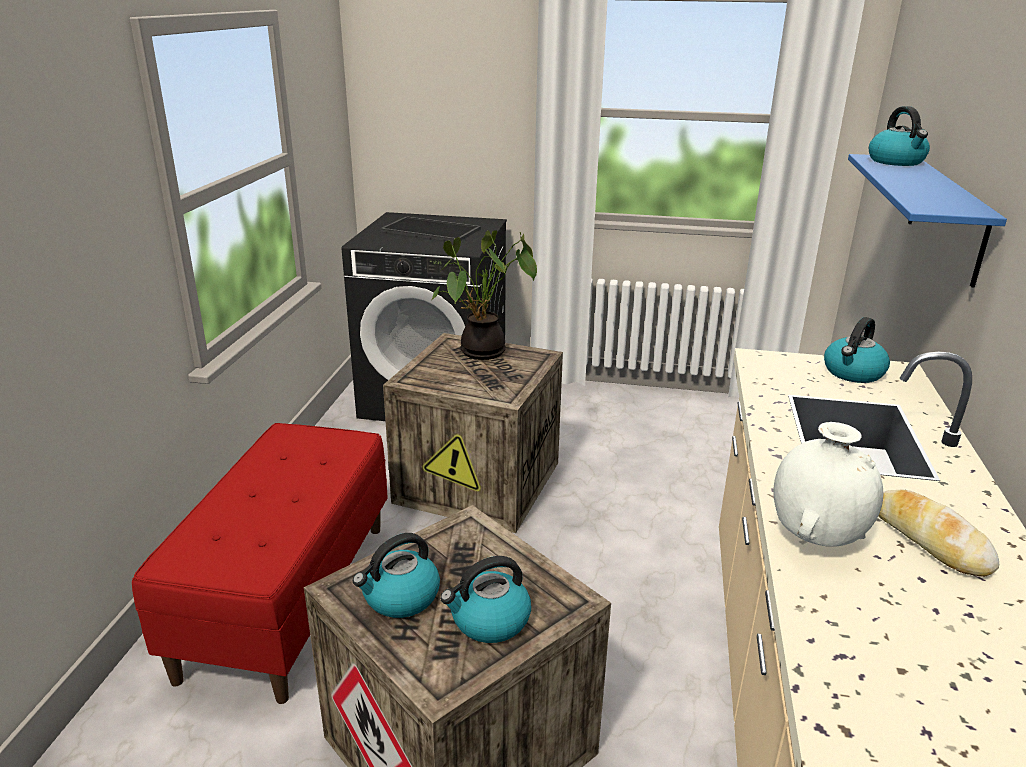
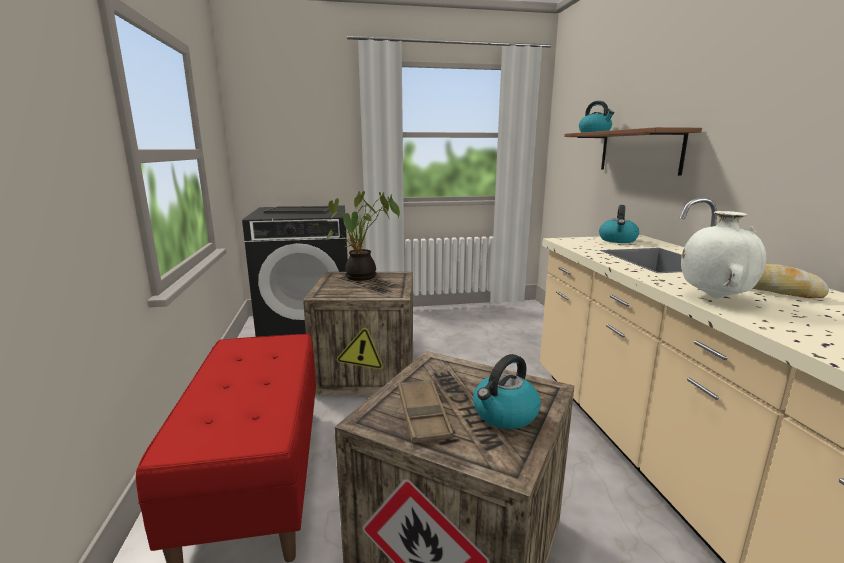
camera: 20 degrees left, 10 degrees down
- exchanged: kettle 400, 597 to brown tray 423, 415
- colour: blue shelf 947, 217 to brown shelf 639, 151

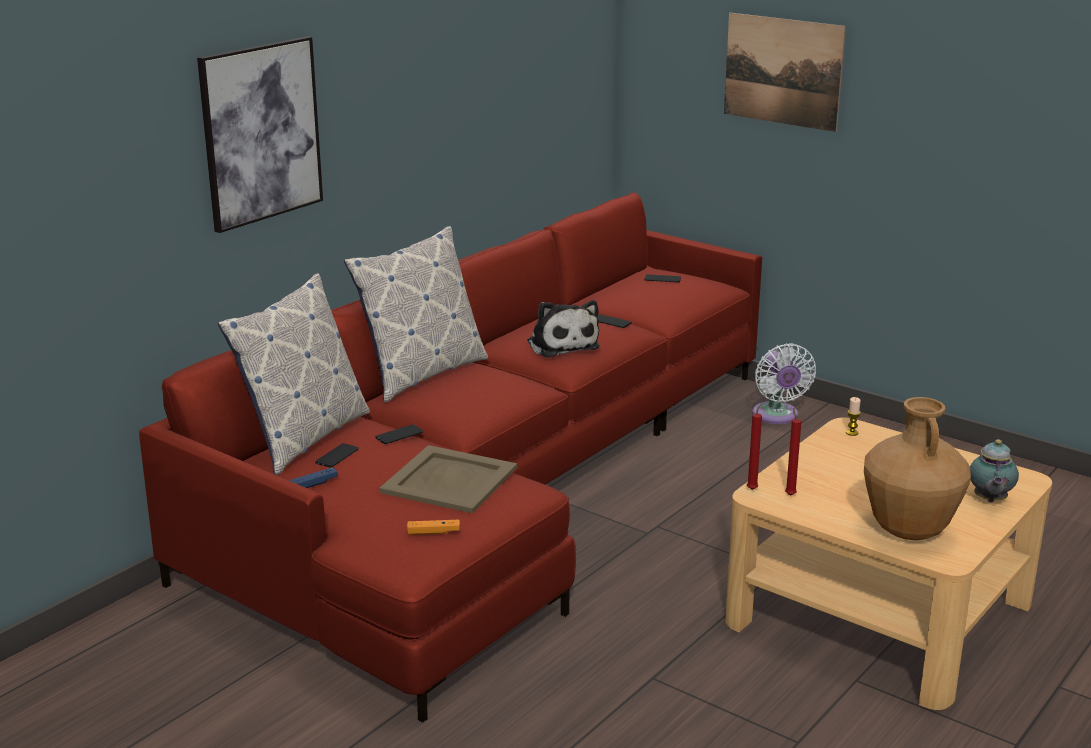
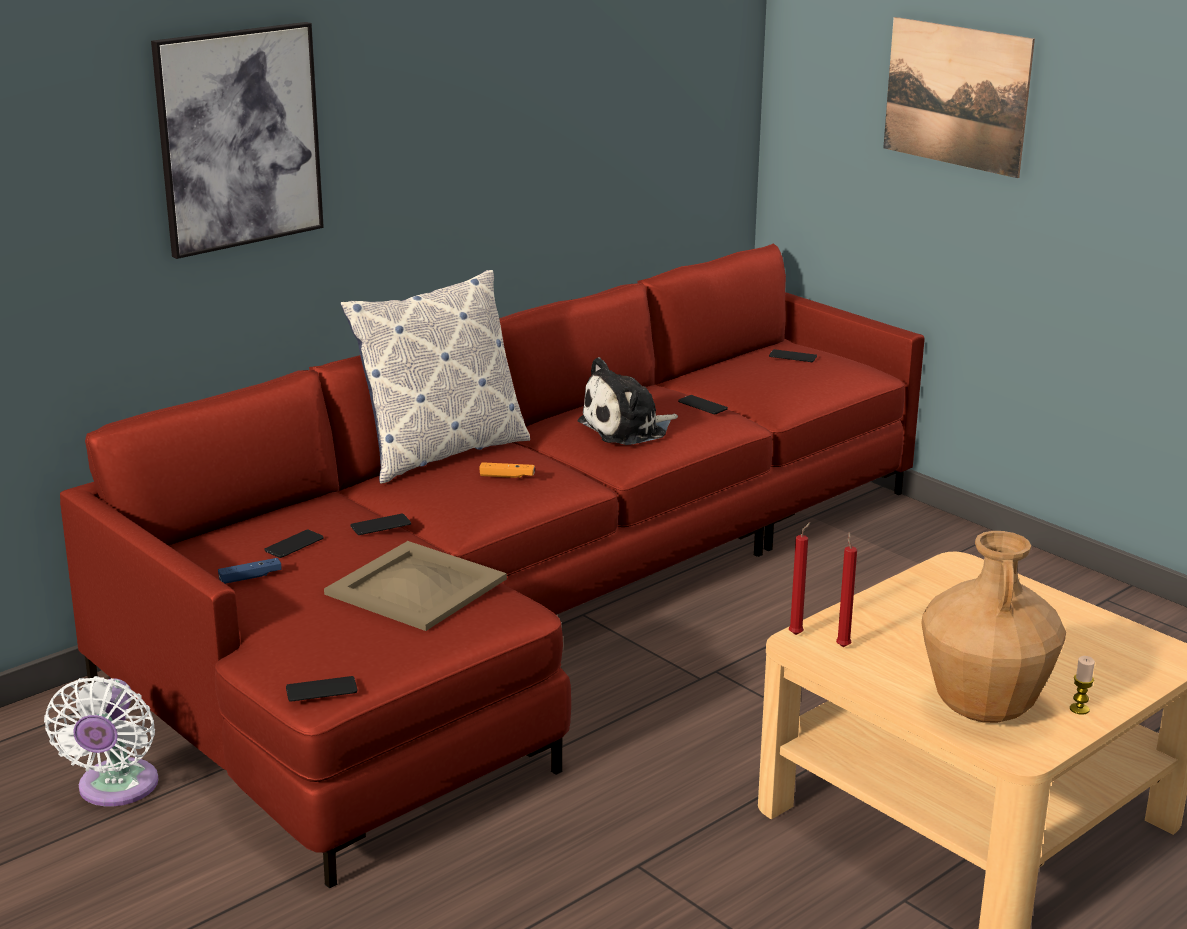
camera: 10 degrees right, 0 degrees up
- missing: pillow 303, 438
- missing: teapot 989, 500
- appeared: phone 321, 690
- relocated: orange game controller 433, 532 to 507, 476
- relocated: white fan 776, 416 to 116, 789
- relocated: candle 852, 433 to 1079, 709
- spun: plush toy 562, 344 = 628, 429 75 degrees clockwise

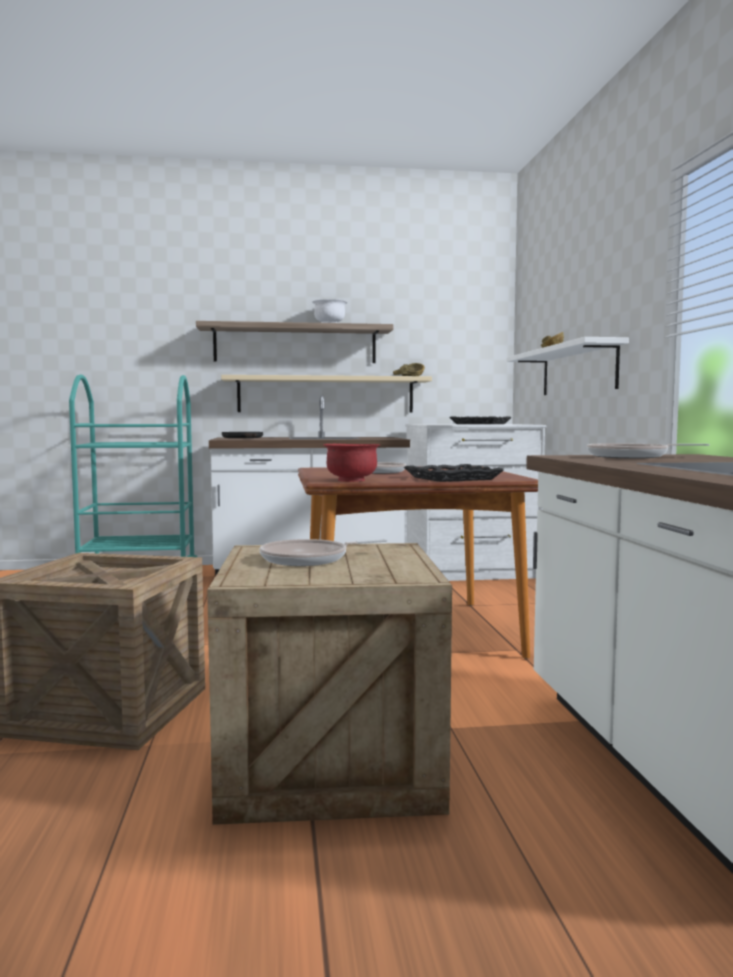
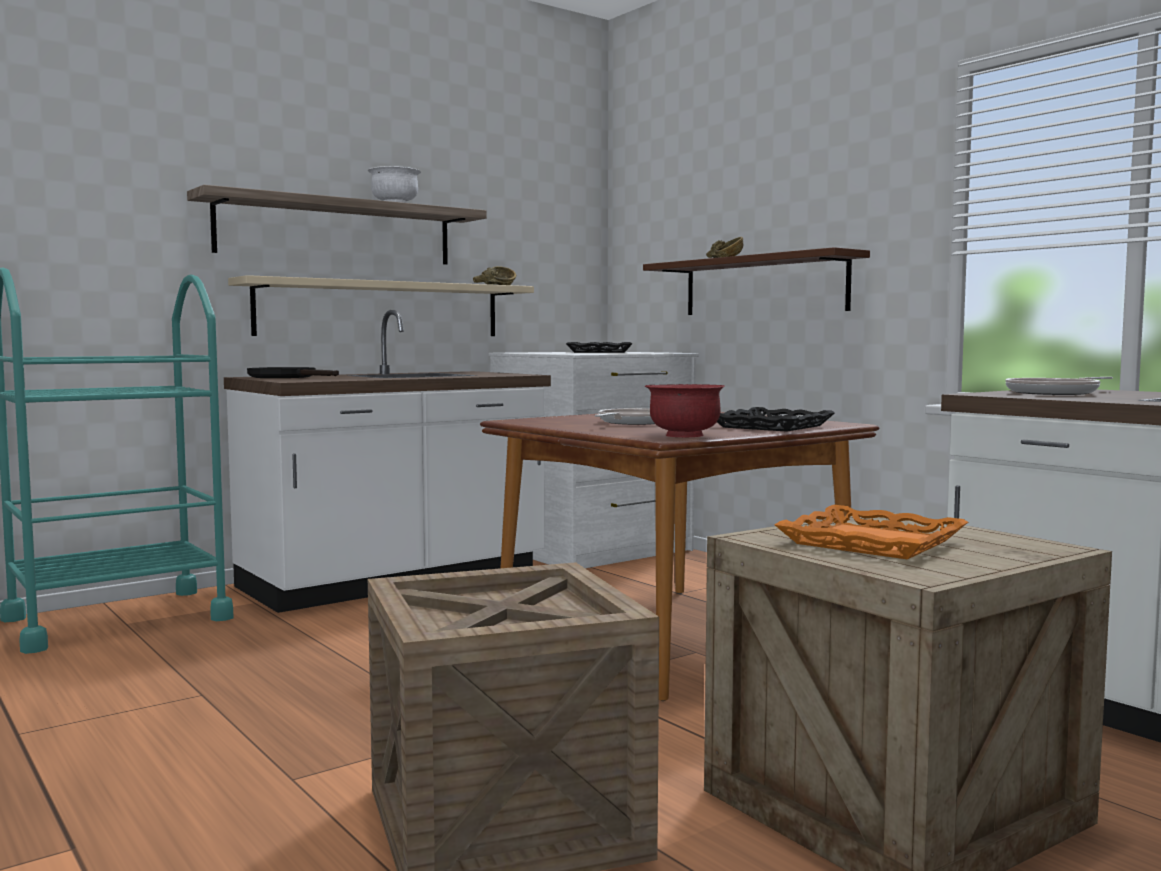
camera: 30 degrees left, 0 degrees up
- exchanged: frying pan 309, 559 to orange tray 872, 542
- colour: white shelf 578, 370 to brown shelf 763, 286

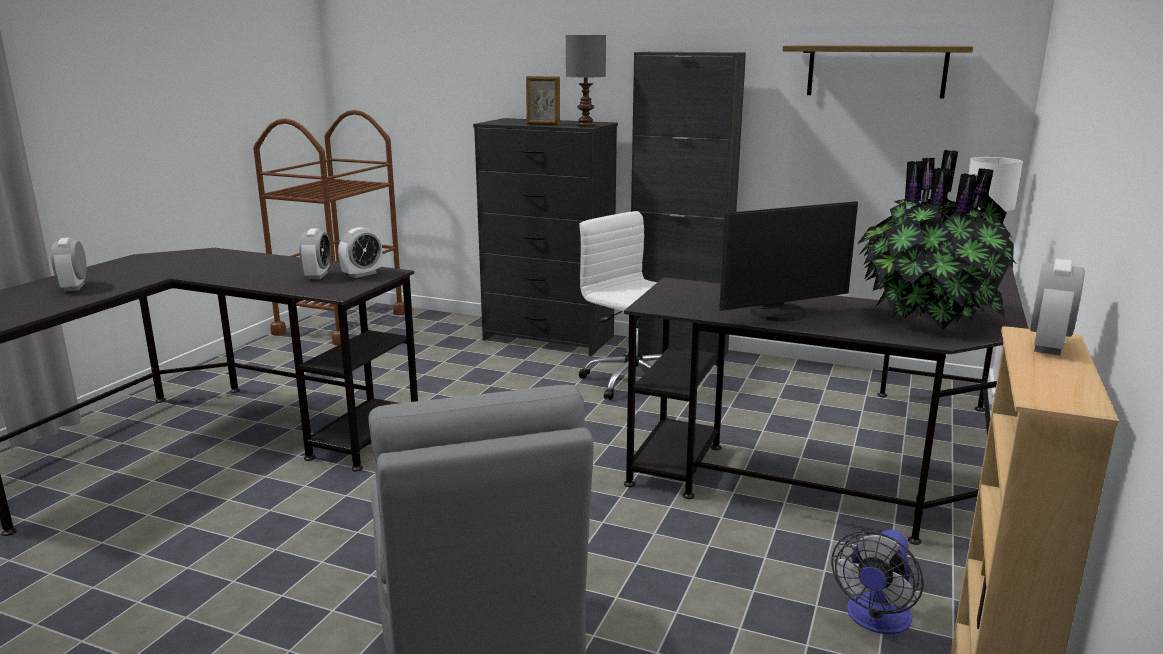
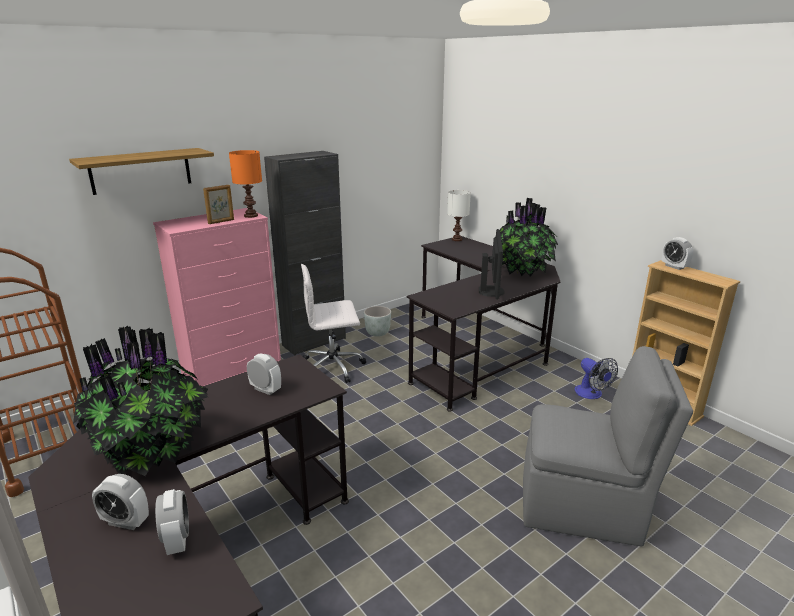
camera: 60 degrees left, 5 degrees up
- appeared: potted plant 154, 451
- appeared: grey planter 378, 333
- relocated: alarm clock 362, 274 to 177, 540
- relocated: shelf 876, 71 to 141, 171
- colour: black dresser 550, 338 to pink dresser 233, 371
- colour: grey table lamp 586, 126 to orange table lamp 251, 215

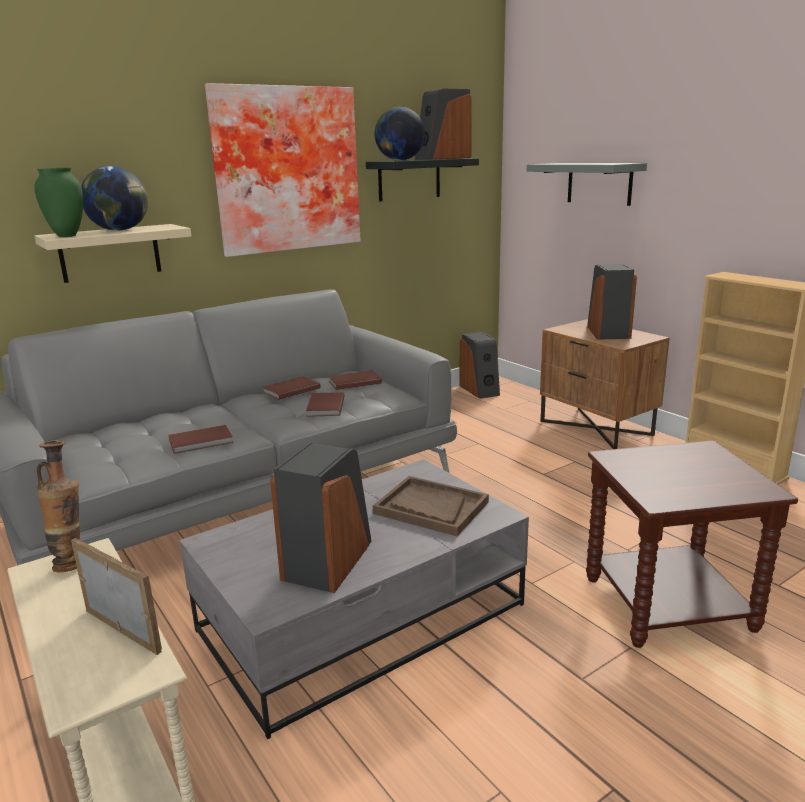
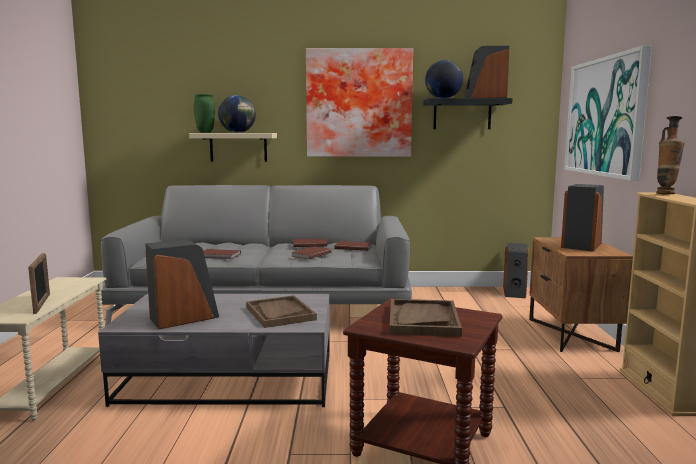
camera: 35 degrees right, 10 degrees down
- appeared: brown tray 423, 320
- relocated: vase 72, 563 to 666, 194
- exchanged: grey shelf 599, 183 to picture 605, 117

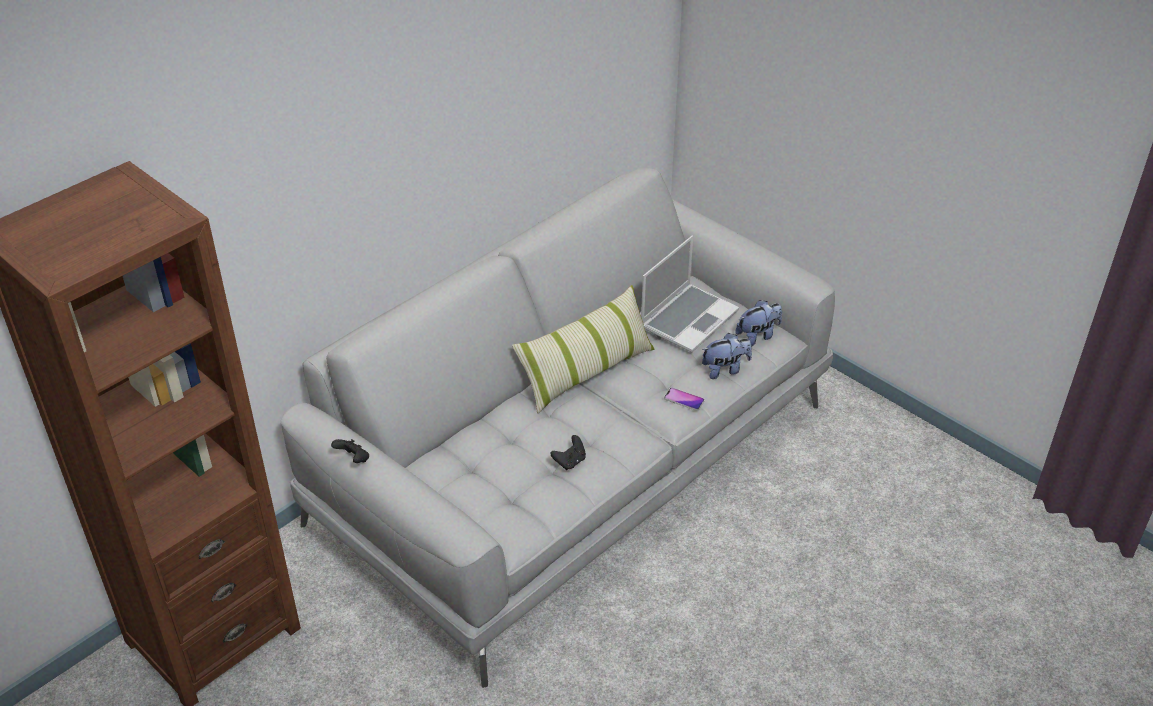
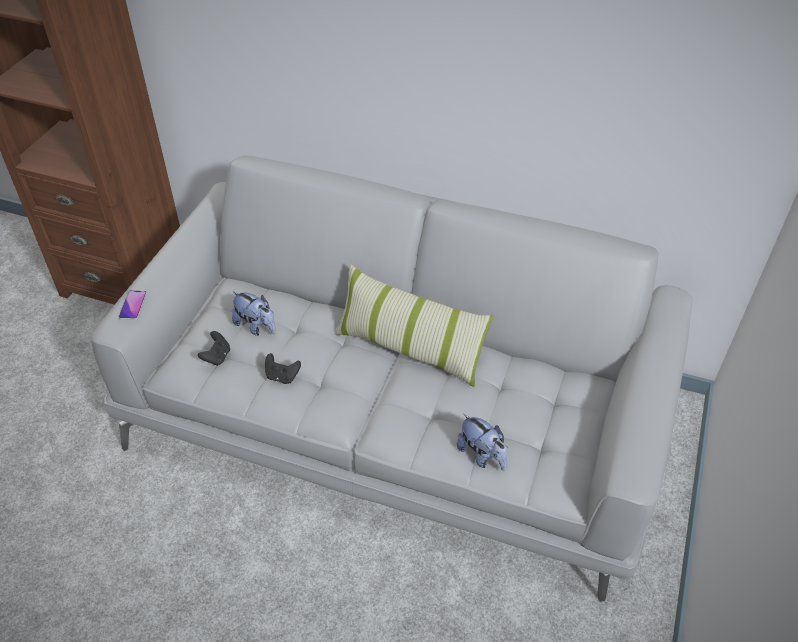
camera: 65 degrees right, 5 degrees up
- missing: laptop 688, 318
- relocated: black game controller 353, 459 to 217, 357
- relocated: phone 684, 399 to 133, 305
- relocated: plush toy 758, 336 to 256, 326

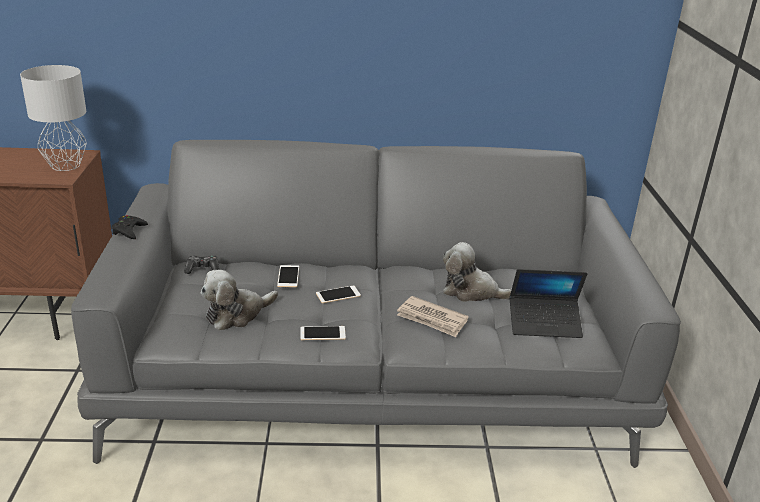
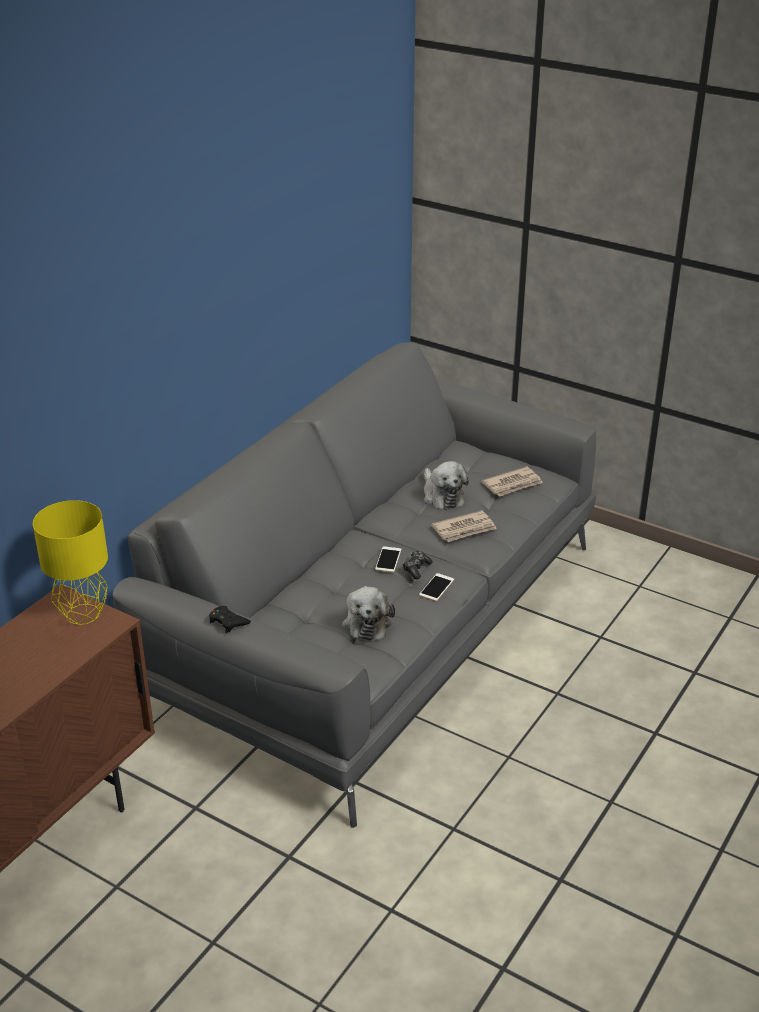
camera: 55 degrees left, 5 degrees up
- missing: phone 288, 276
- relocated: game controller 202, 269 to 416, 568
- exchanged: laptop 544, 324 to newspaper 513, 484
- colour: grey table lamp 65, 166 to yellow table lamp 83, 615
- spun: plush toy 471, 291 = 442, 496 75 degrees counterclockwise

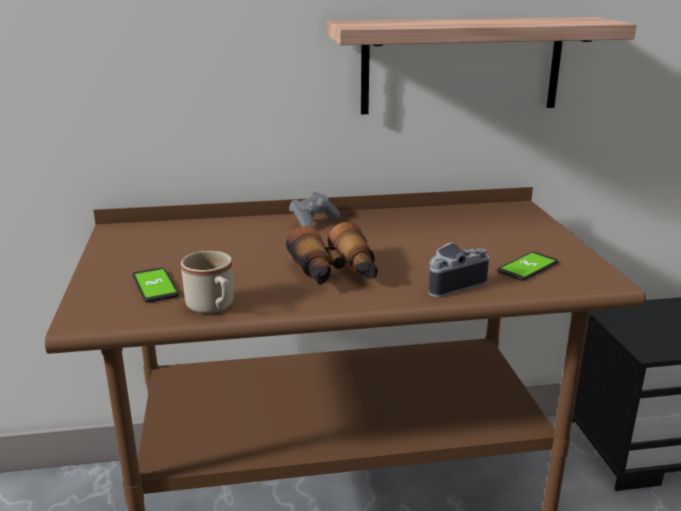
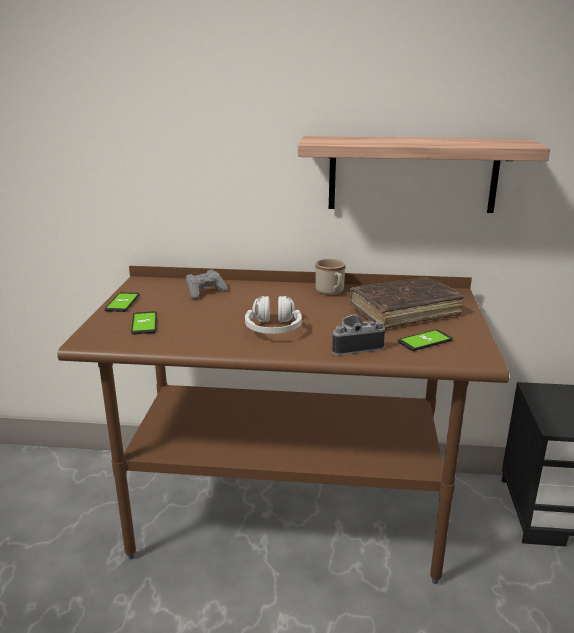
camera: 15 degrees right, 0 degrees up
- appeared: phone 122, 303
- appeared: brown book 404, 311
- relocated: beige mug 213, 307 to 331, 292
- relocated: grey game controller 313, 221 to 205, 292
- exchanged: binoculars 335, 273 to white headphones 273, 329

